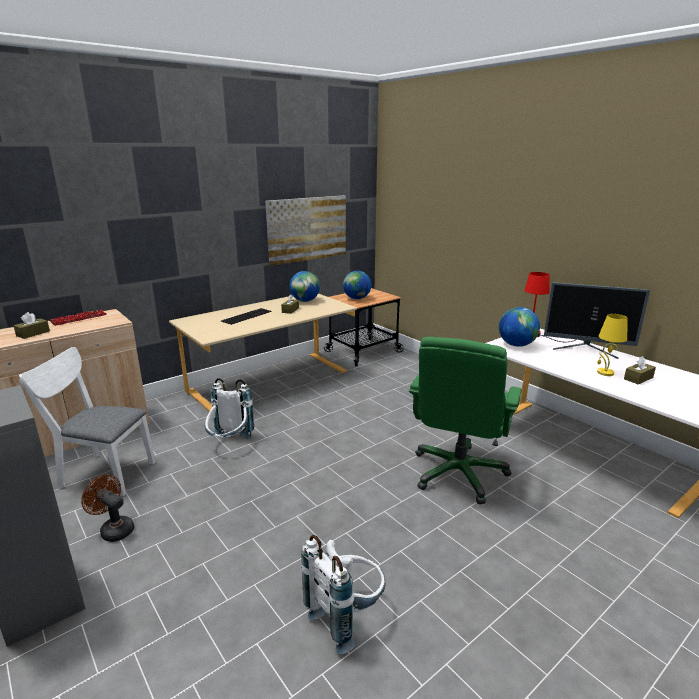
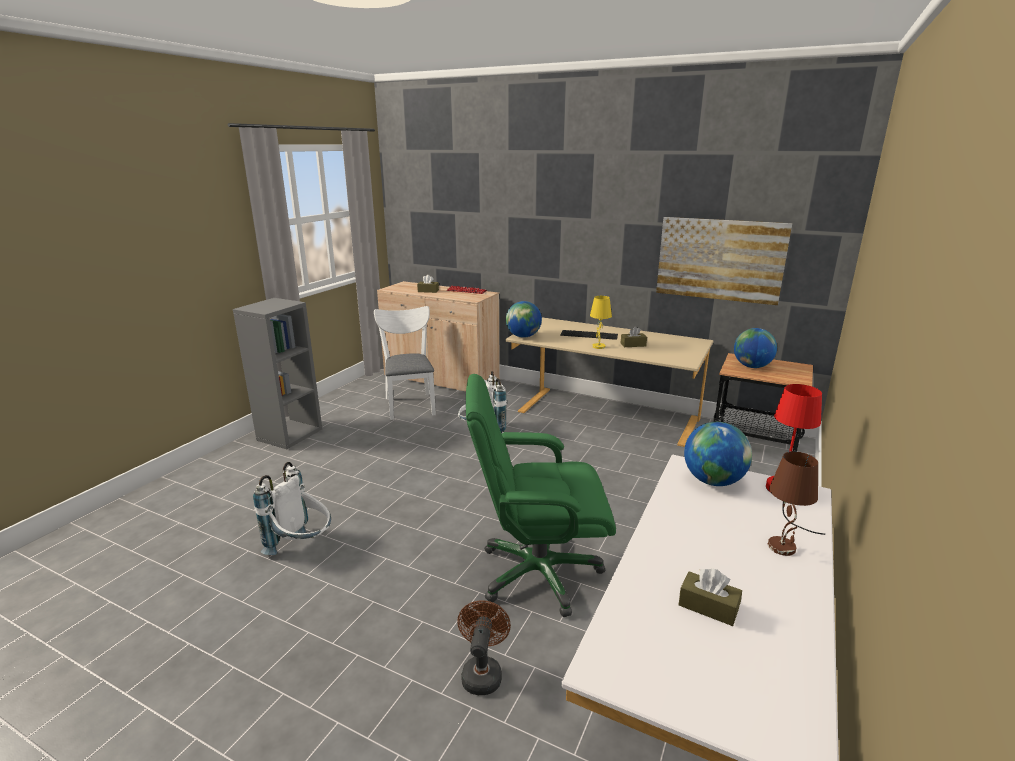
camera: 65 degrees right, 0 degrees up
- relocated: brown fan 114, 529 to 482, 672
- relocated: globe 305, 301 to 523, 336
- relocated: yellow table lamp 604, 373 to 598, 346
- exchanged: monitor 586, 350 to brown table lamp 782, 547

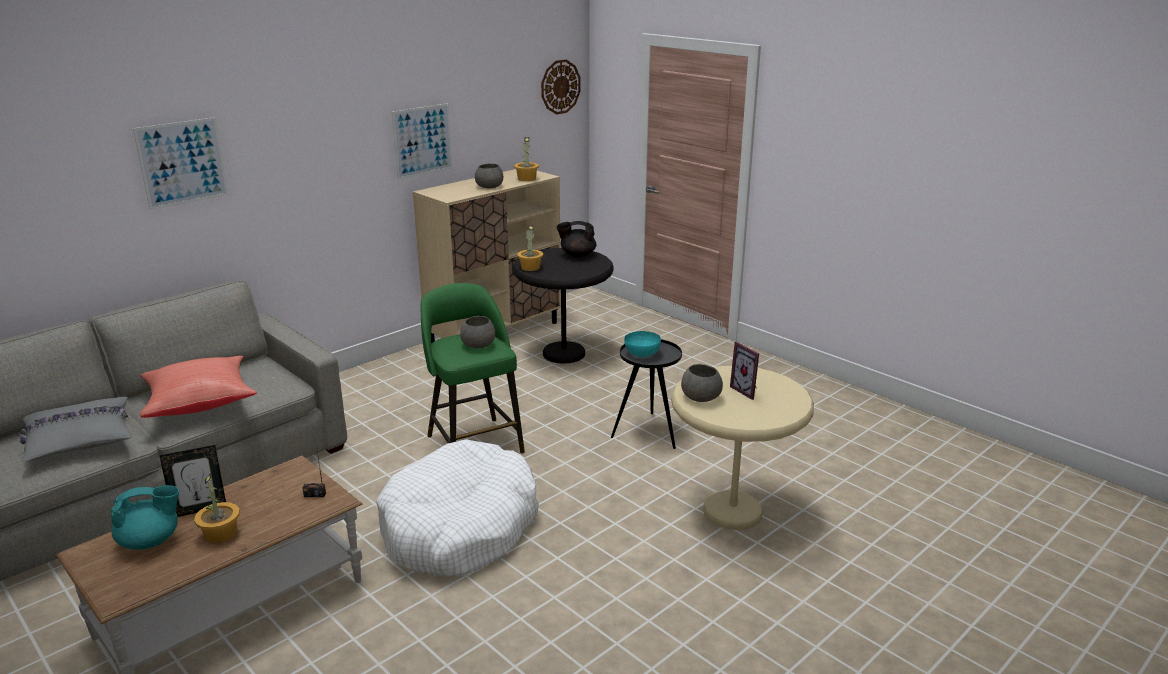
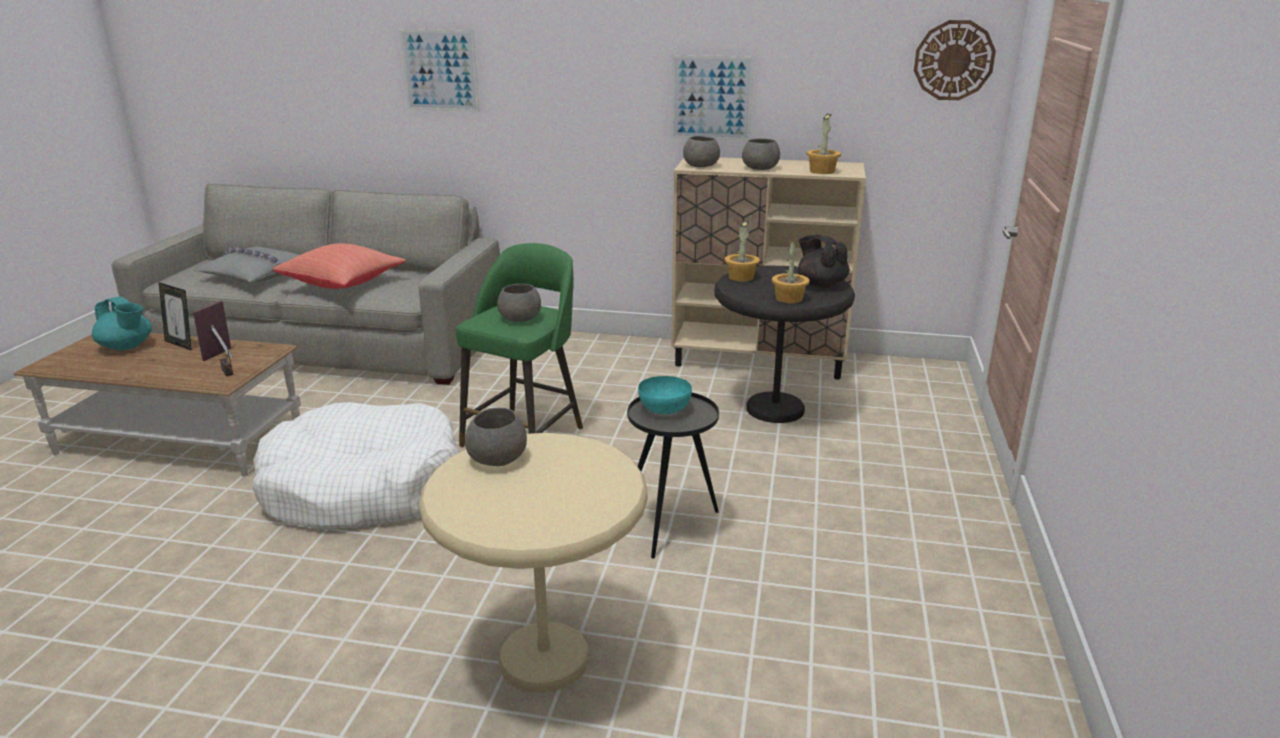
camera: 55 degrees right, 0 degrees up
- appeared: grey bowl 700, 165
- relocated: potted plant 221, 533 to 789, 298
- relocated: picture frame 748, 390 to 223, 356

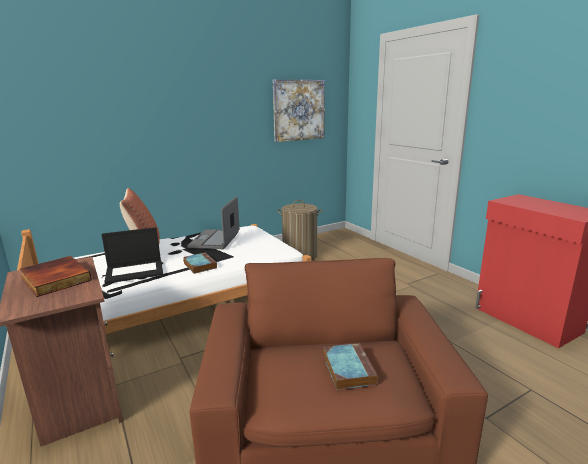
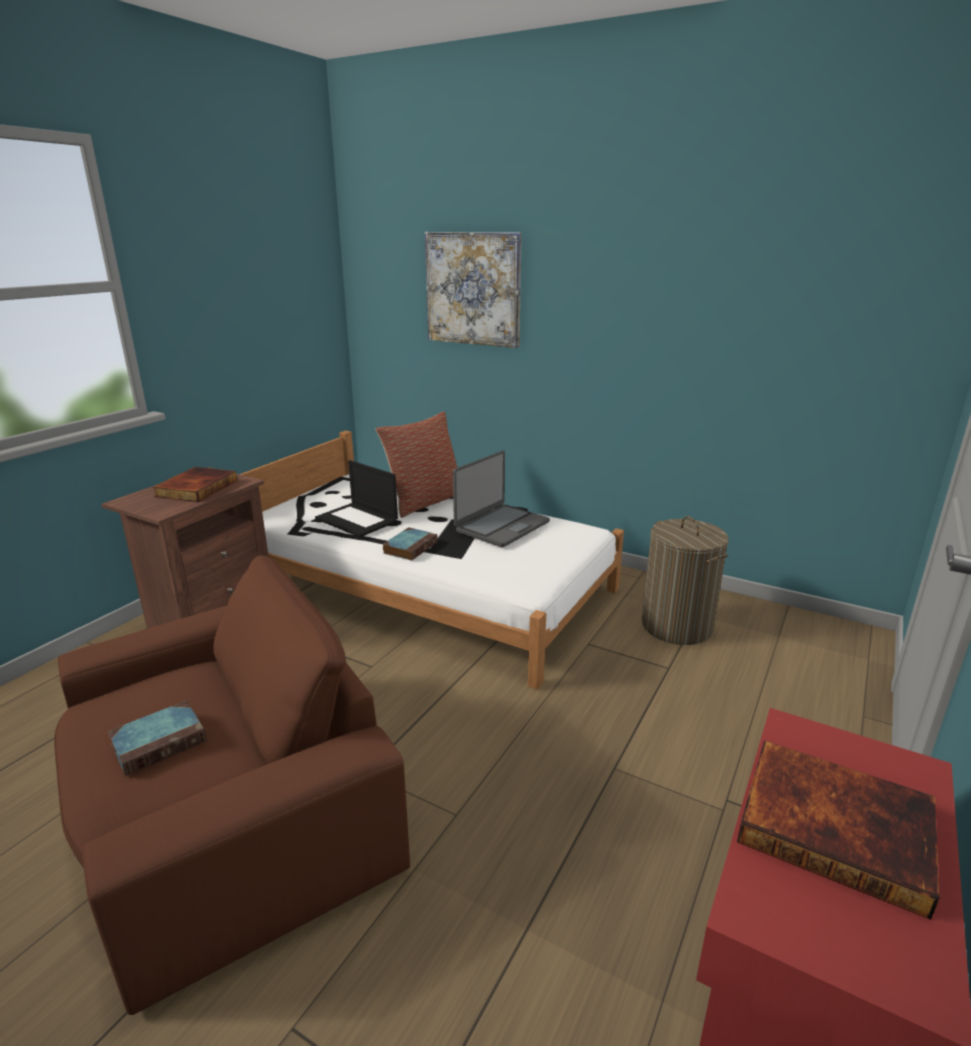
camera: 60 degrees right, 5 degrees up
- appeared: book 836, 826
- relocated: picture 299, 110 to 473, 289
- spun: laptop 215, 240 = 501, 526 150 degrees clockwise

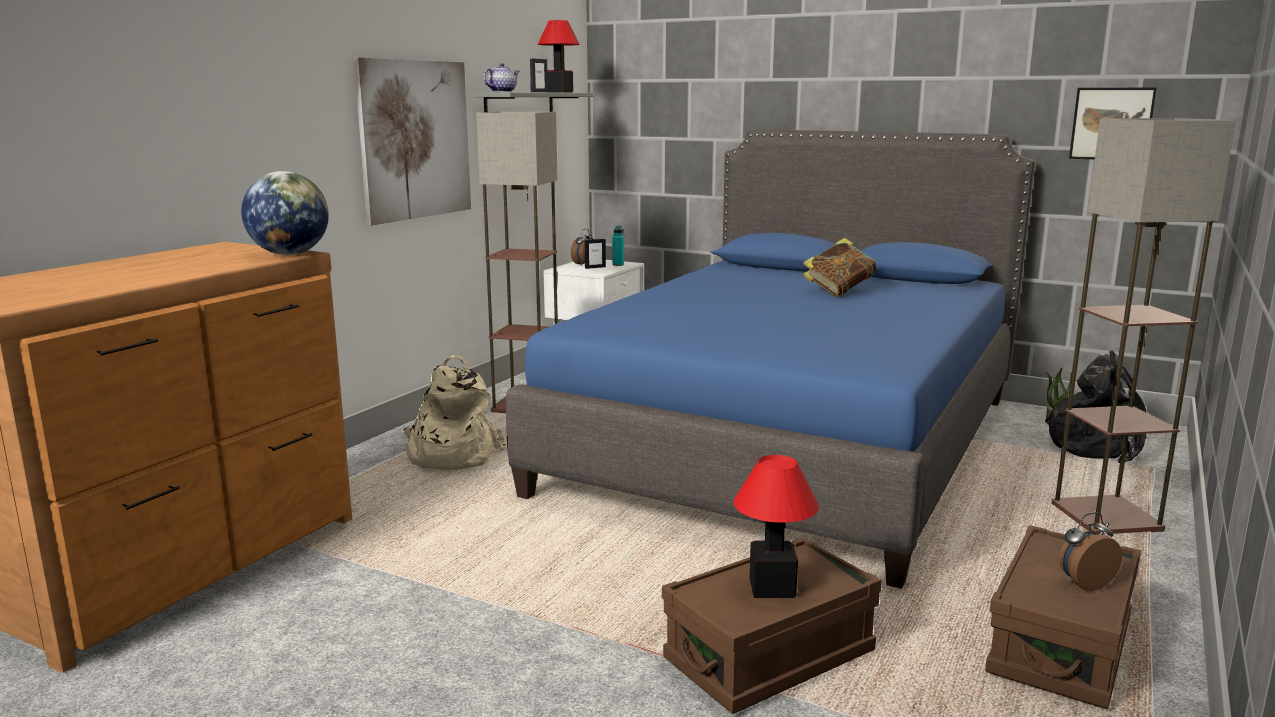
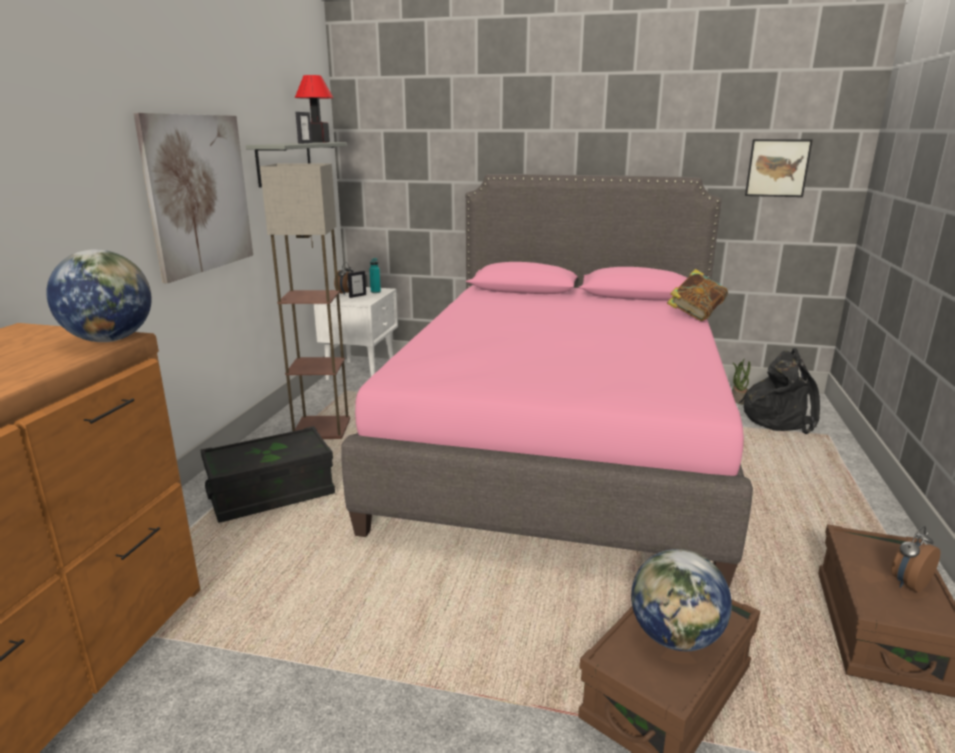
camera: 15 degrees left, 5 degrees up
- missing: teapot 502, 92
- missing: floor lamp 1106, 516
- relocated: book 839, 292 to 695, 315
- exchanged: beige backpack 450, 455 to black storage box 271, 494
- exchanged: table lamp 773, 587 to globe 675, 637
- colour: blue bed 789, 443 to pink bed 559, 443

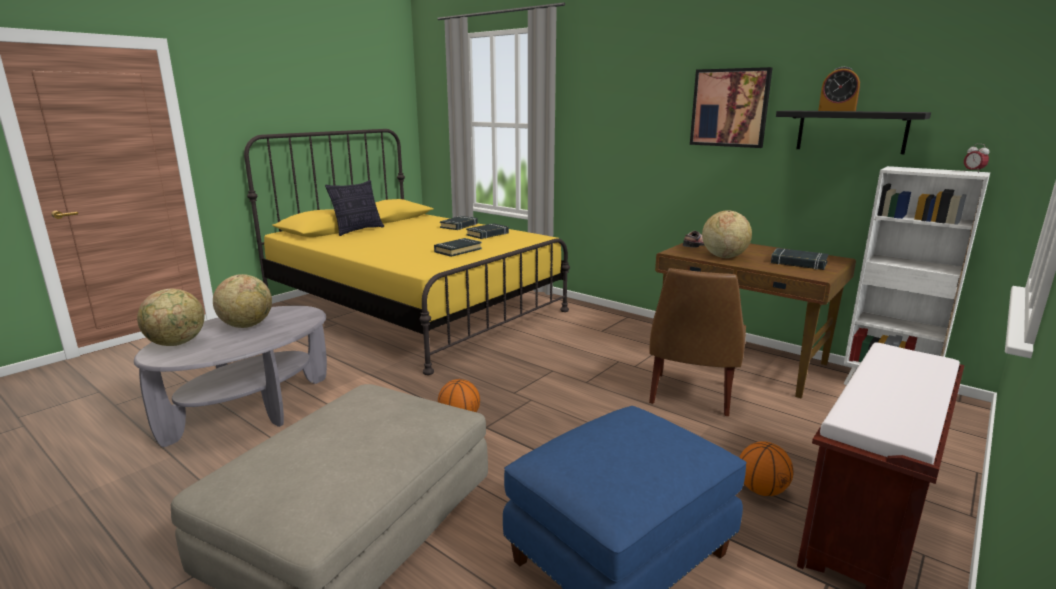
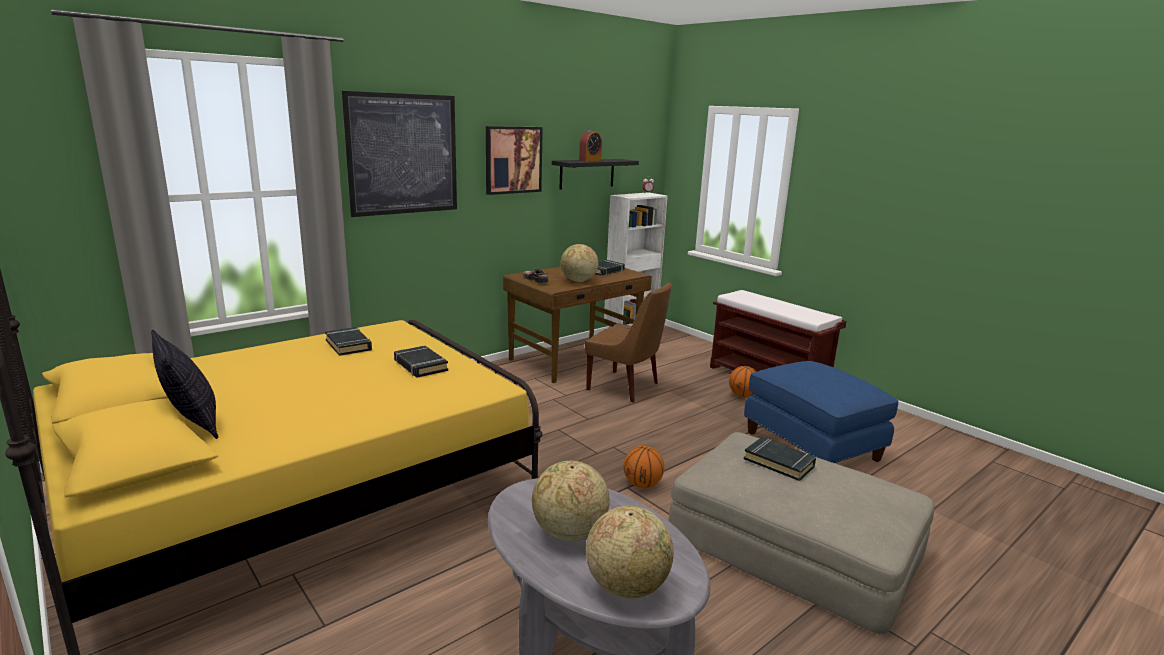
camera: 80 degrees left, 0 degrees up
- appeared: picture 403, 154
- relocated: black book 459, 226 to 779, 462

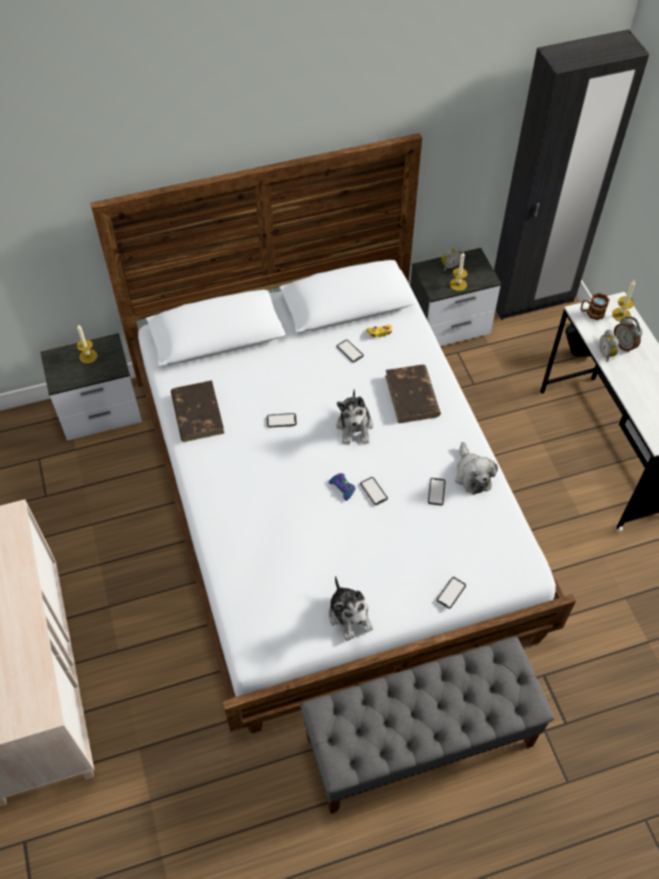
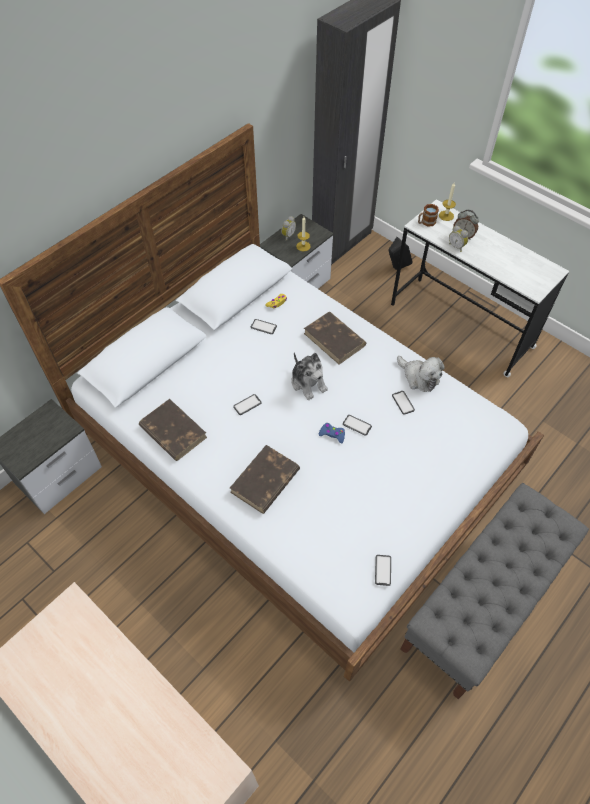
camera: 30 degrees left, 0 degrees up
- missing: candle 88, 356
- missing: plush toy 350, 615
- appeared: brown book 265, 481
- relocated: phone 451, 593 to 383, 570

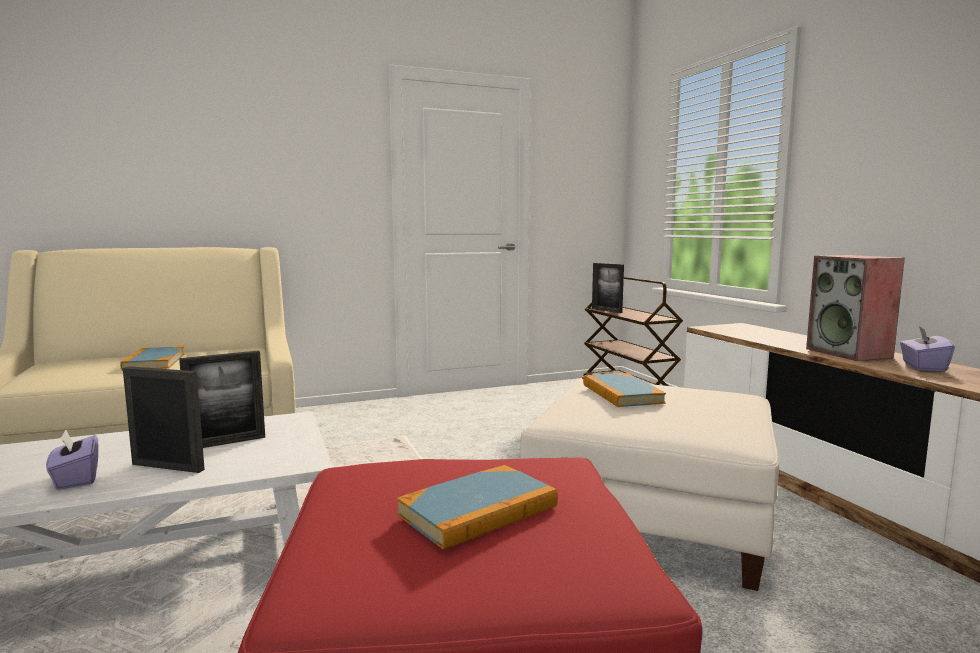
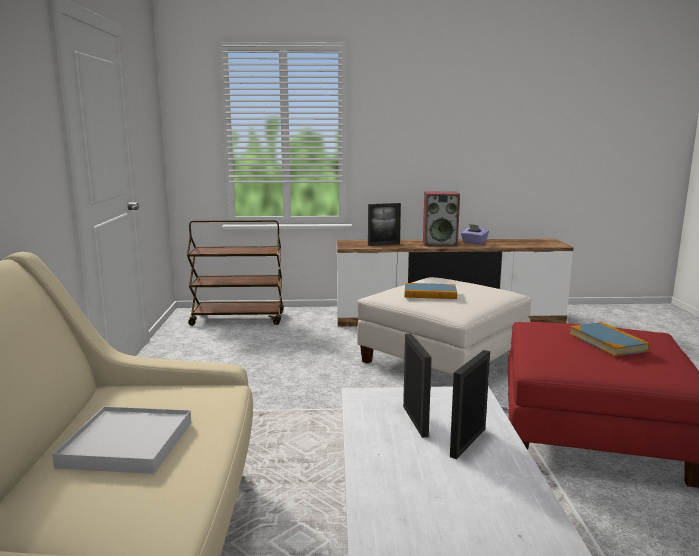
camera: 70 degrees left, 5 degrees up
- missing: purple tissue box 76, 479
- relocated: picture frame 606, 310 to 383, 244
- exchanged: book 154, 362 to white tray 127, 444

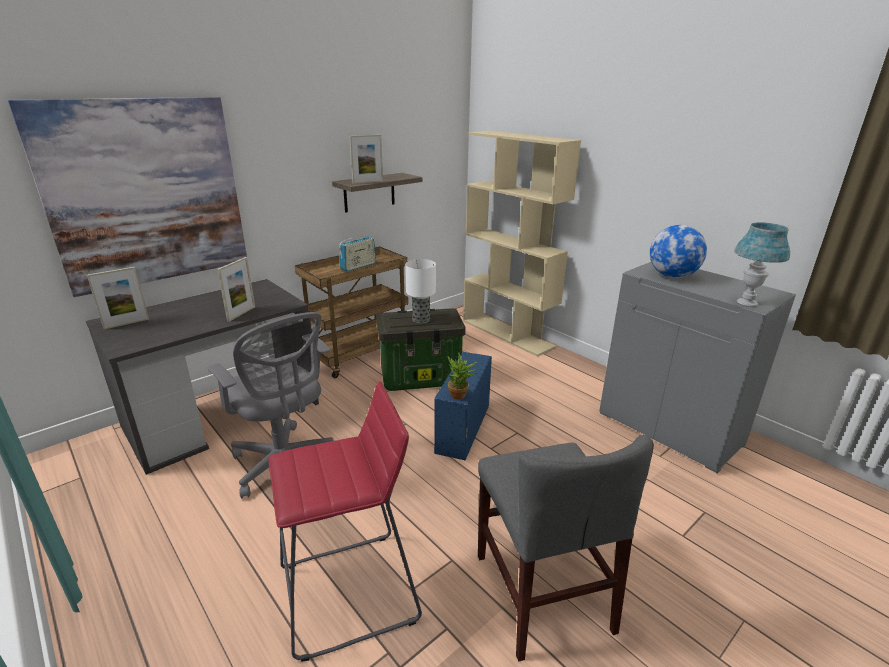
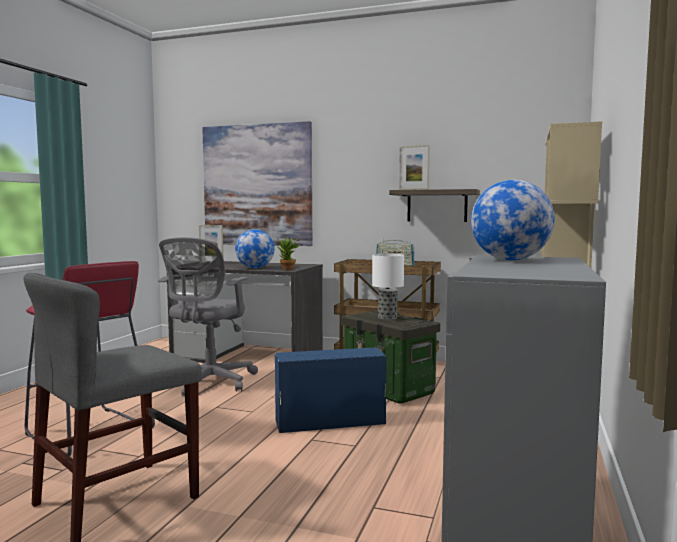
camera: 60 degrees right, 20 degrees down
- missing: blue table lamp 747, 303
- relocated: potted plant 460, 396 to 288, 270
- exchanged: picture frame 241, 314 to globe 255, 268

